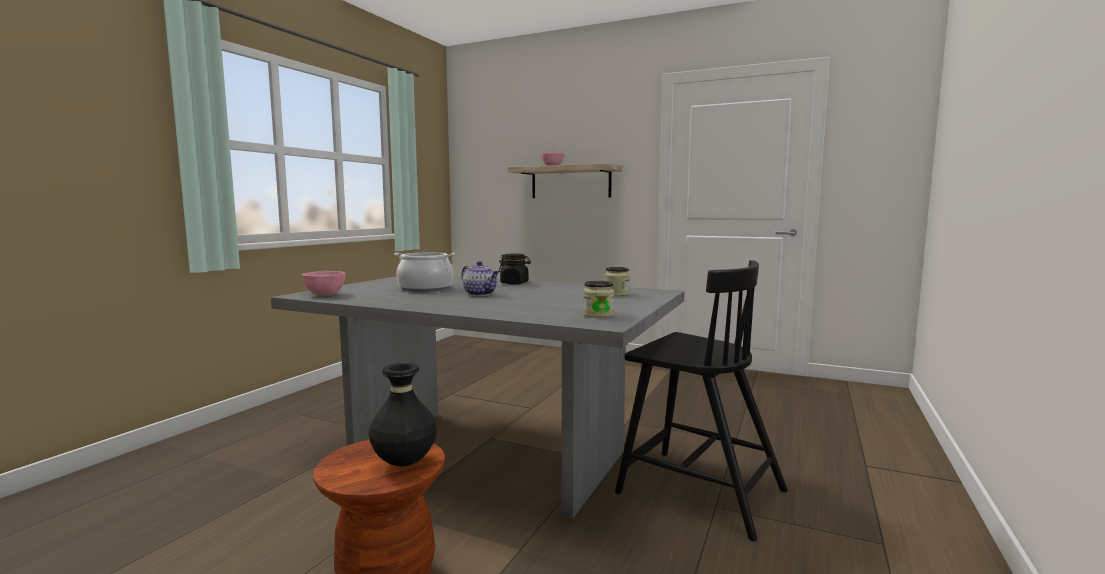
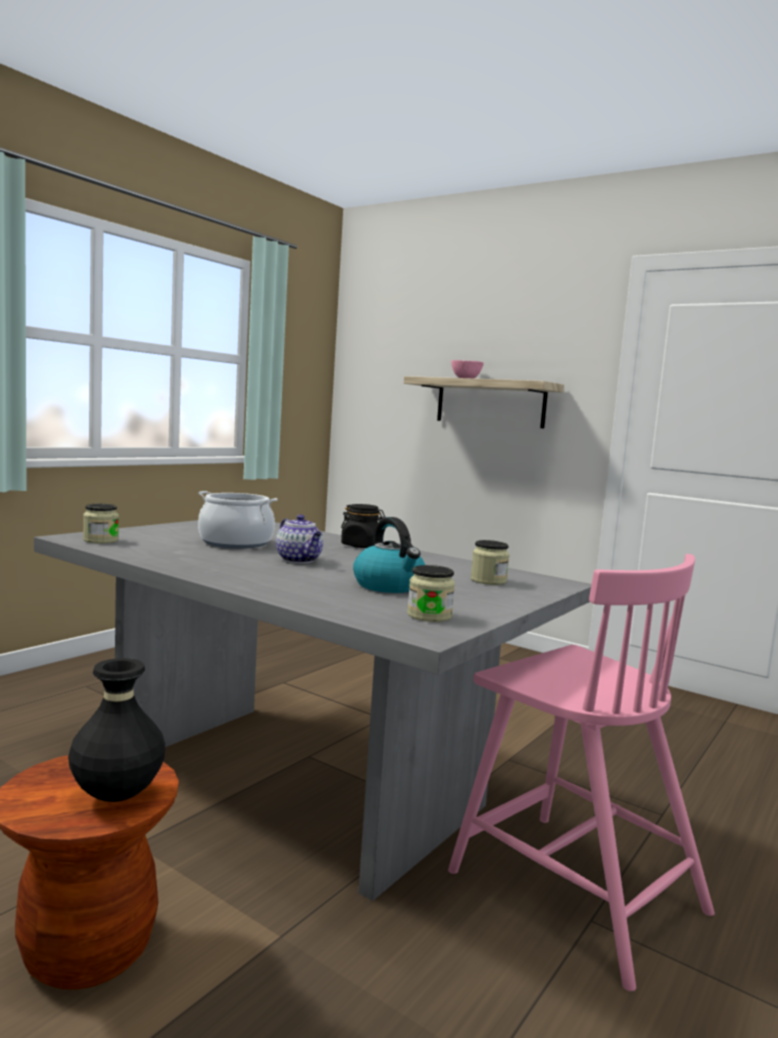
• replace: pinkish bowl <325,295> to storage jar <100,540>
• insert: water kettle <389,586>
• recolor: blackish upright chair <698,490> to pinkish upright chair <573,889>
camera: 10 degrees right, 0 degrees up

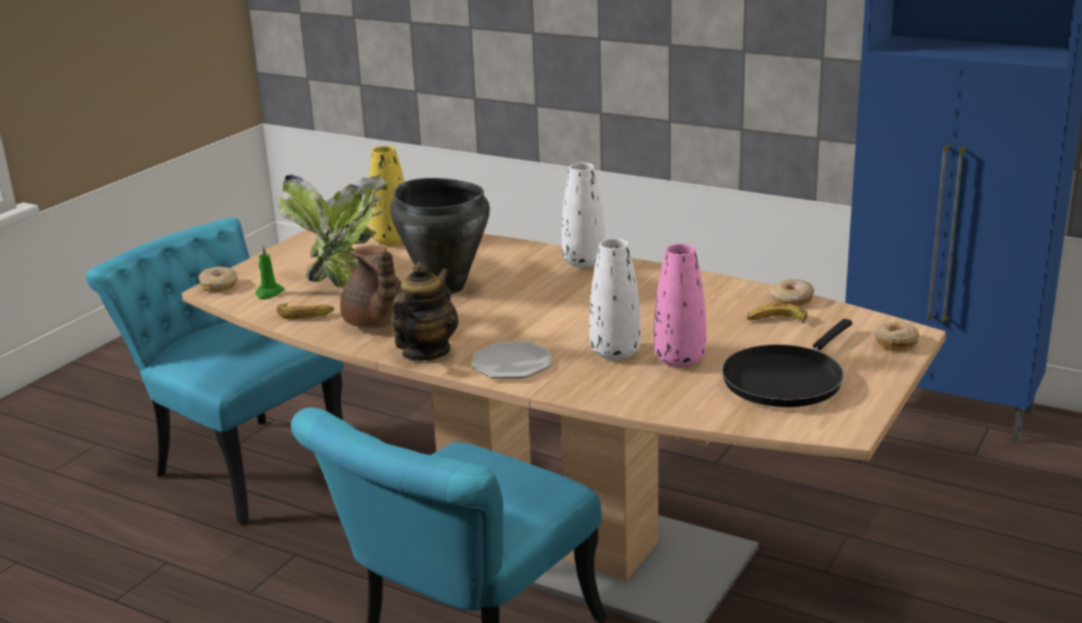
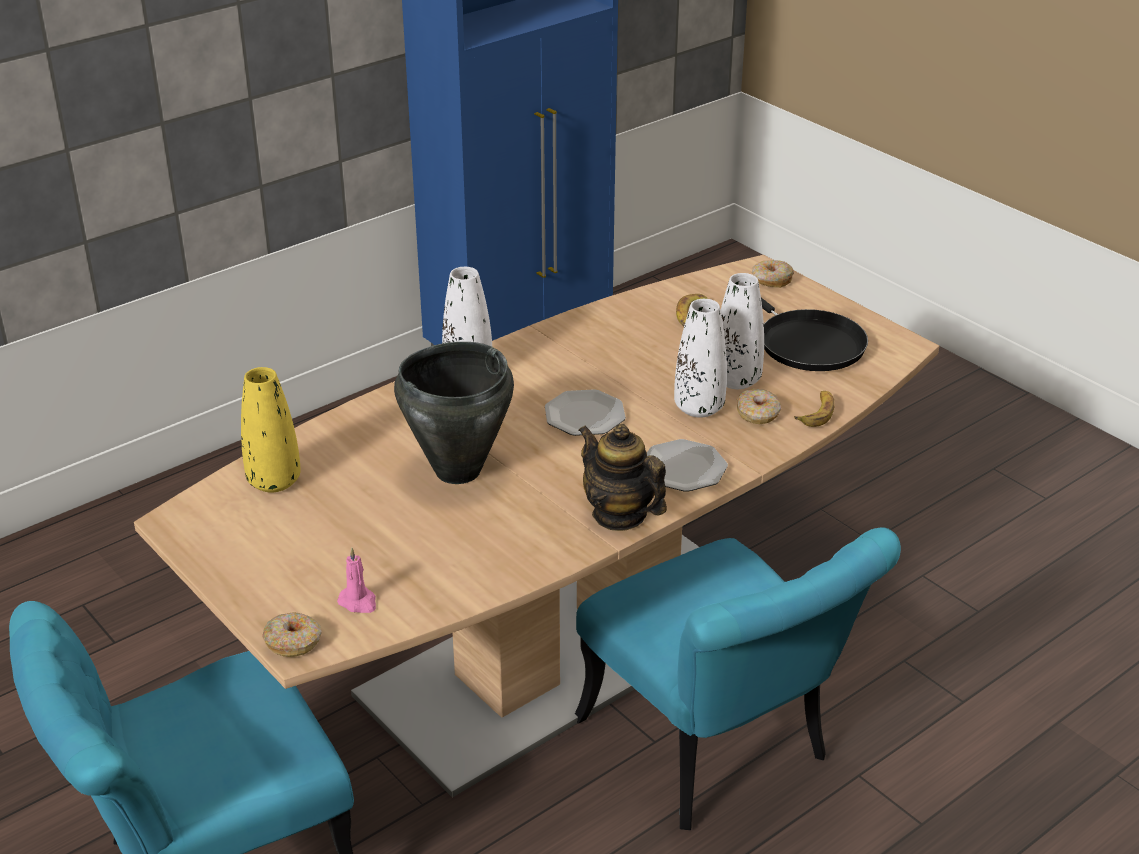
• recolor: greenish candle <268,293> to pinkish candle <358,602>
• insert: flat dish <585,415>
• recolor: pinkish vase <679,360> to white-coloured vase <736,380>
• move: donut <791,300> to <758,413>
• move: banana fruit <305,314> to <817,412>
• delete: houseplant <343,274>
• delete: brown pot for tea <376,323>
camera: 70 degrees left, 10 degrees up

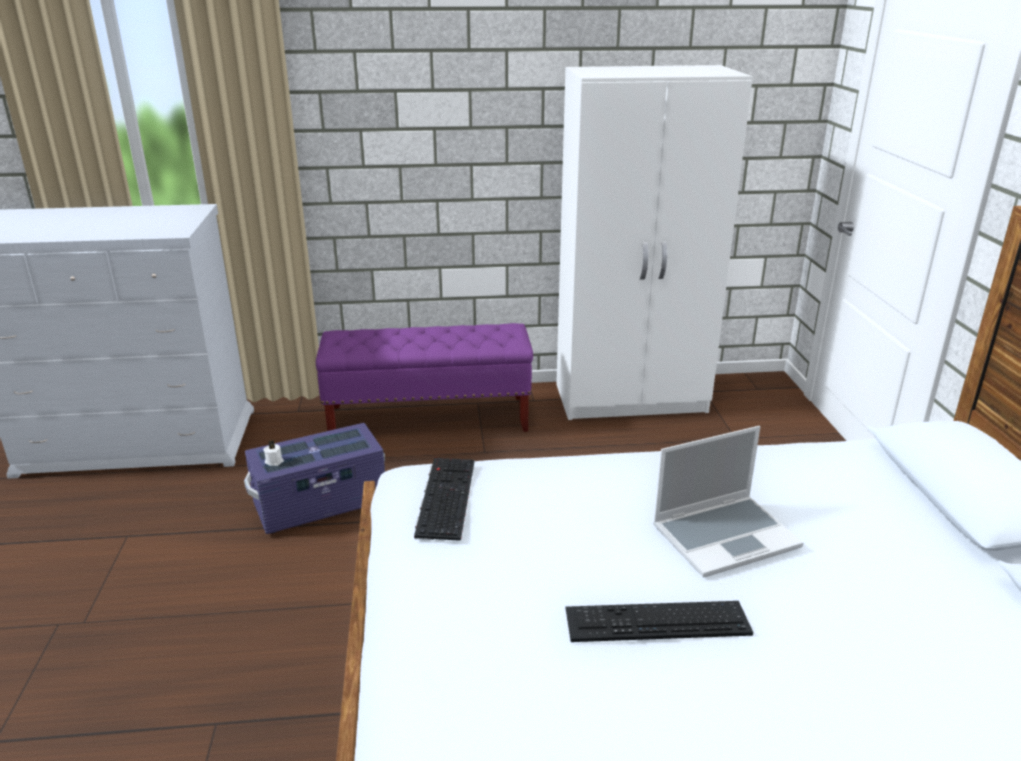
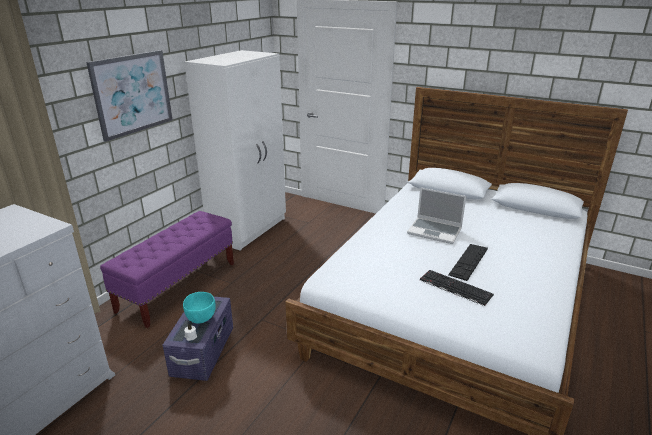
• insert: wall art <132,94>
• insert: turquoise-coloured bowl <201,318>
• rotate: laptop <725,536> = <435,231> 105 degrees clockwise
• move: computer keyboard <444,496> to <454,287>
camera: 55 degrees left, 0 degrees up

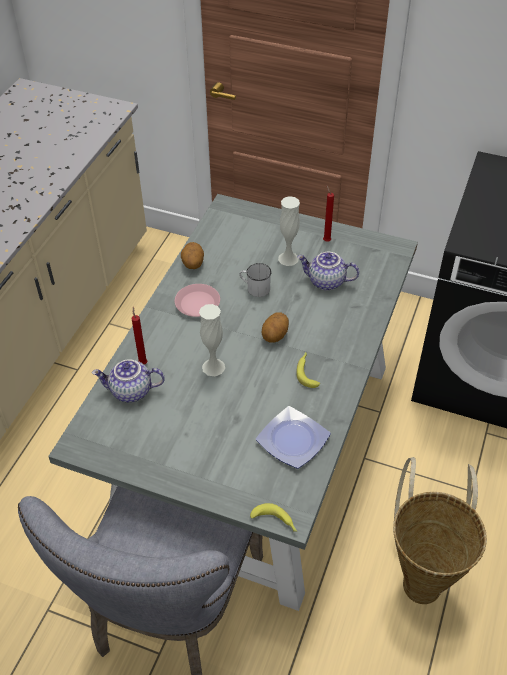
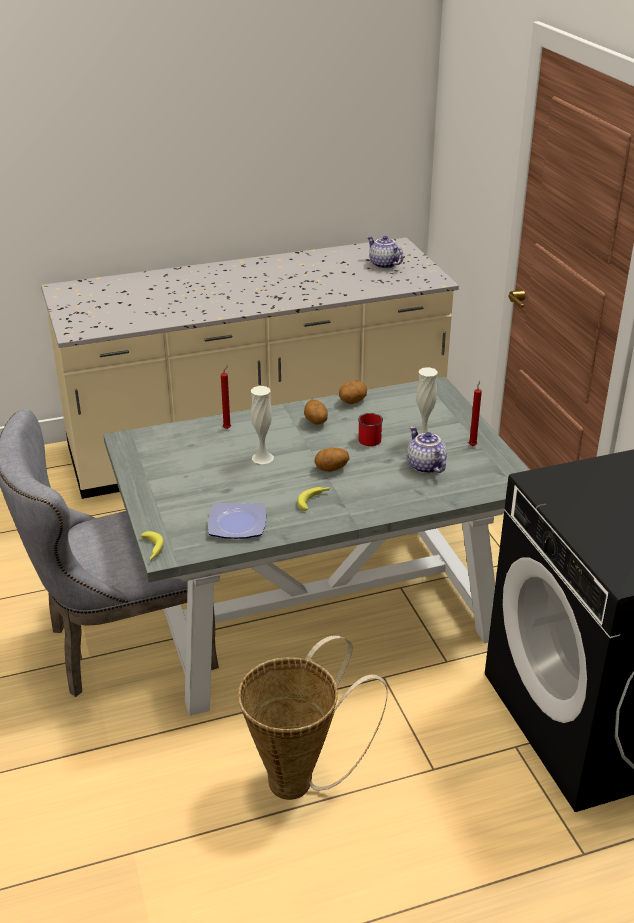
• replace: pinkish flat dish <197,303> to potato <315,422>
• recolor: white-coloured coffee mug <255,288> to red-coloured coffee mug <368,438>
• move: pot for tea <131,392> to <383,265>
camera: 50 degrees right, 15 degrees down

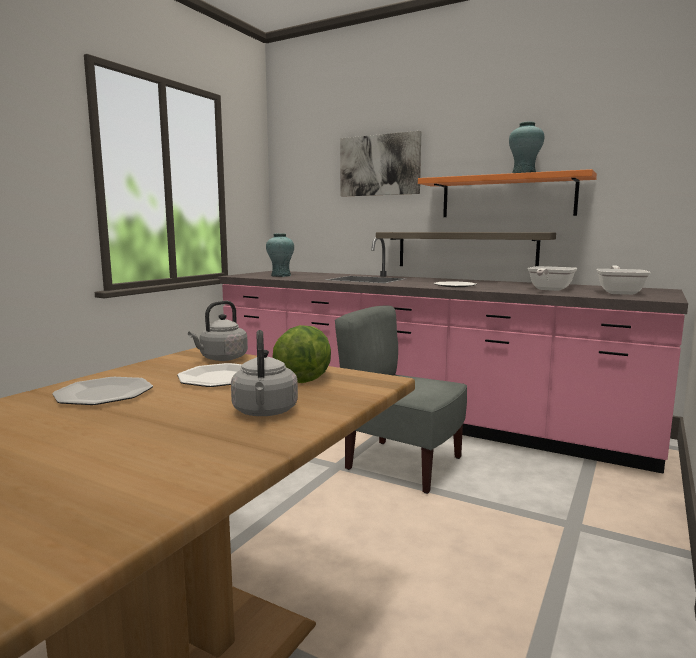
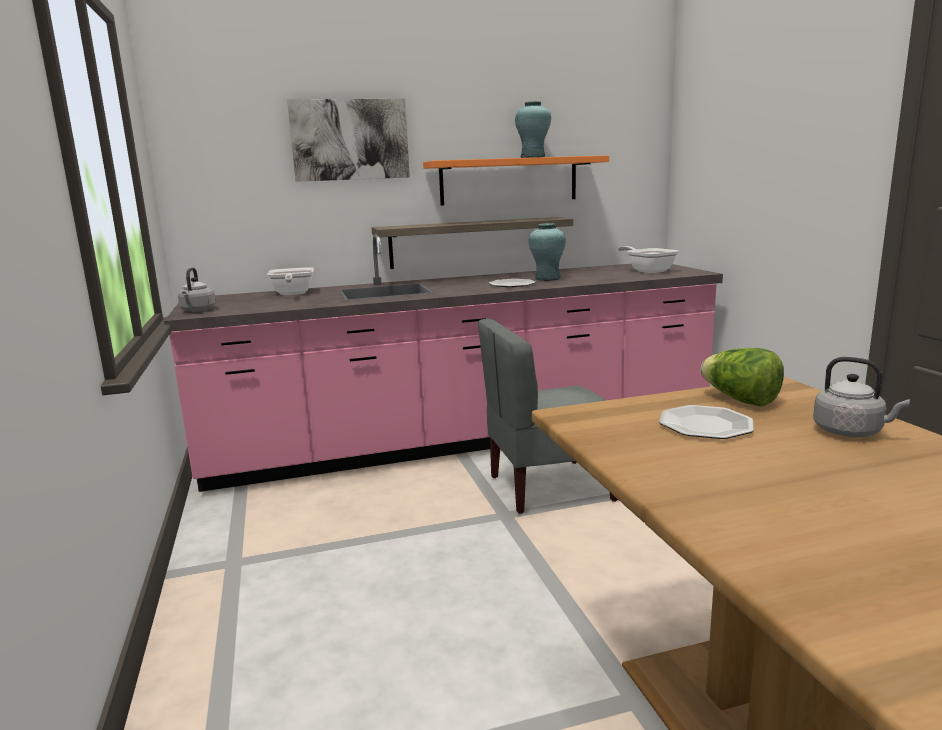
• move: greyish water kettle <221,358> to <197,310>
• move: frying pan <549,290> to <292,294>
• move: turquoise-coloured vase <281,275> to <547,278>
• delete: flat dish <104,394>
camera: 45 degrees left, 5 degrees up

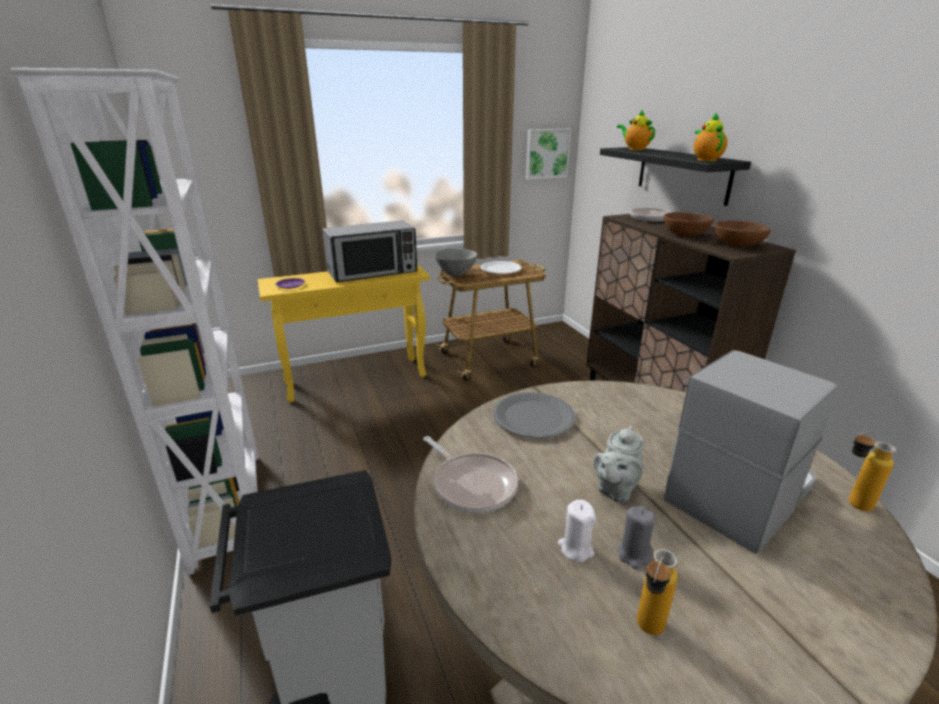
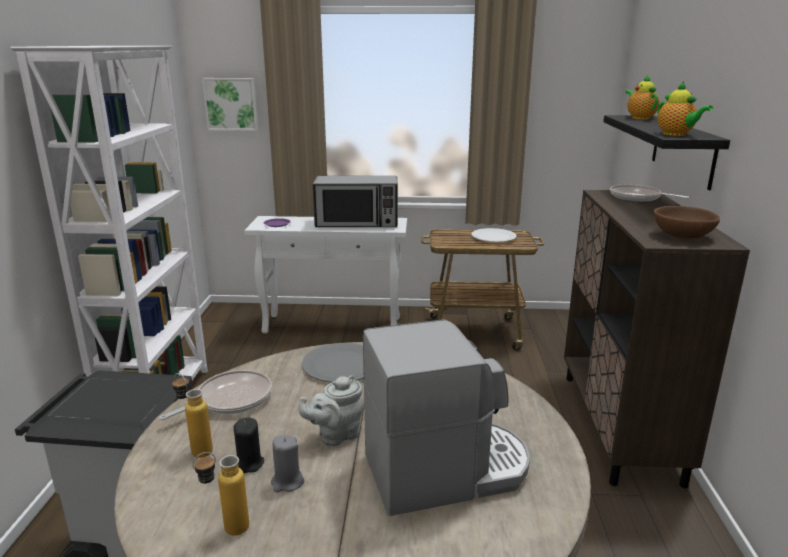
• rotate: frying pan <472,485> = <230,399> 120 degrees counterclockwise
• move: bottle <850,503> to <196,449>
• move: wall art <546,153> to <231,104>
• recolor: white-coloured candle <575,549> to blackish candle <248,464>
• recolor: yellow narrow table <357,378> to white-coloured narrow table <333,325>
• rotate: pot for tea <706,160> = <676,134> 135 degrees clockwise
• delete: greyish bowl <456,274>
• delete: brown bowl <686,235>
camera: 25 degrees right, 5 degrees down

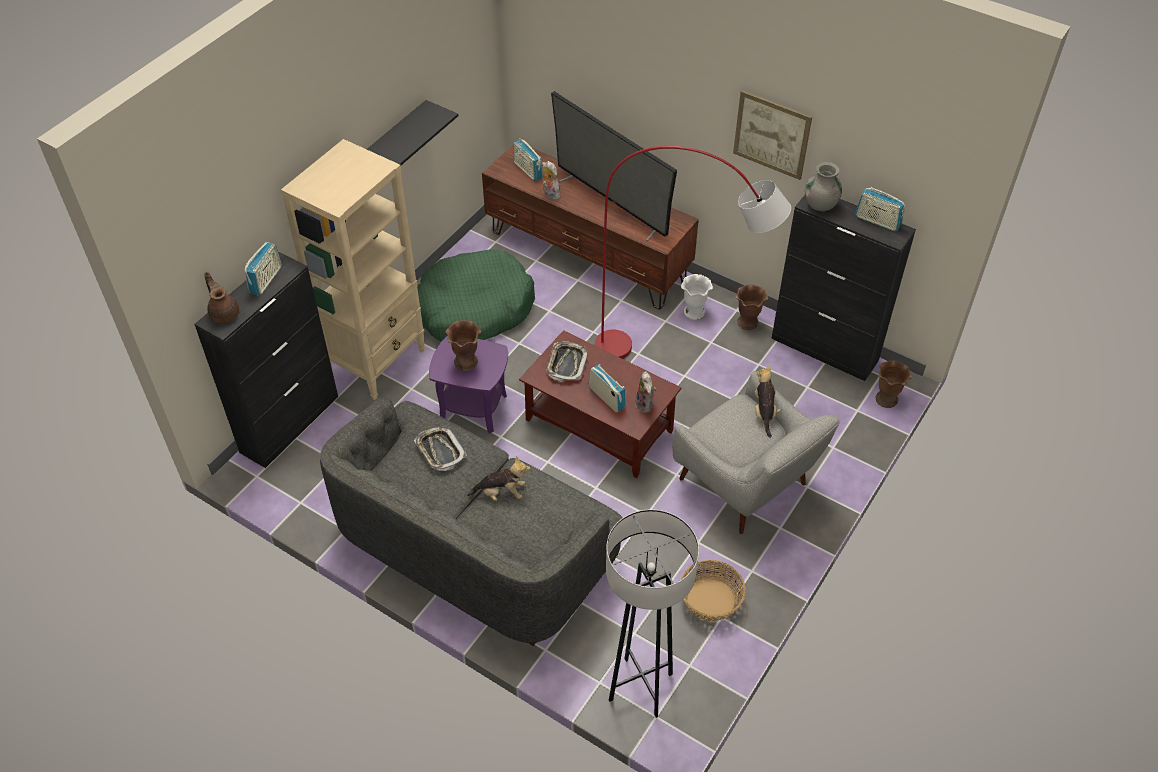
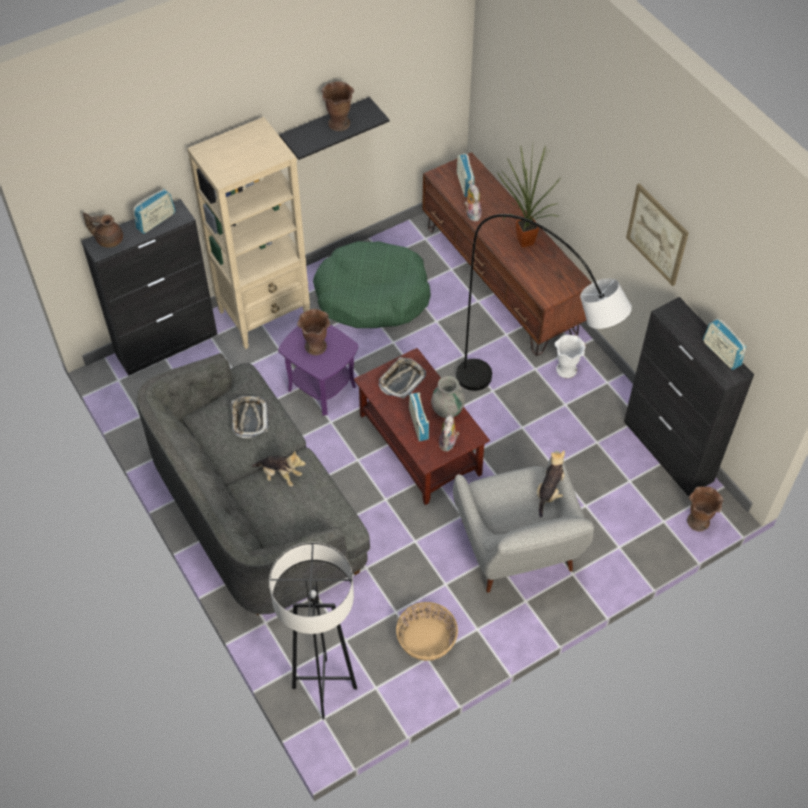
• rotate: brown pot for tea <224,313> = <108,239> 75 degrees counterclockwise
• move: brown vase <747,322> to <339,123>
• move: greyish vase <820,204> to <447,409>
• recolor: red-coloured floor lamp <683,357> to greyish floor lamp <531,409>
• replace: television <611,203> to houseplant <522,242>
camera: 25 degrees right, 5 degrees up

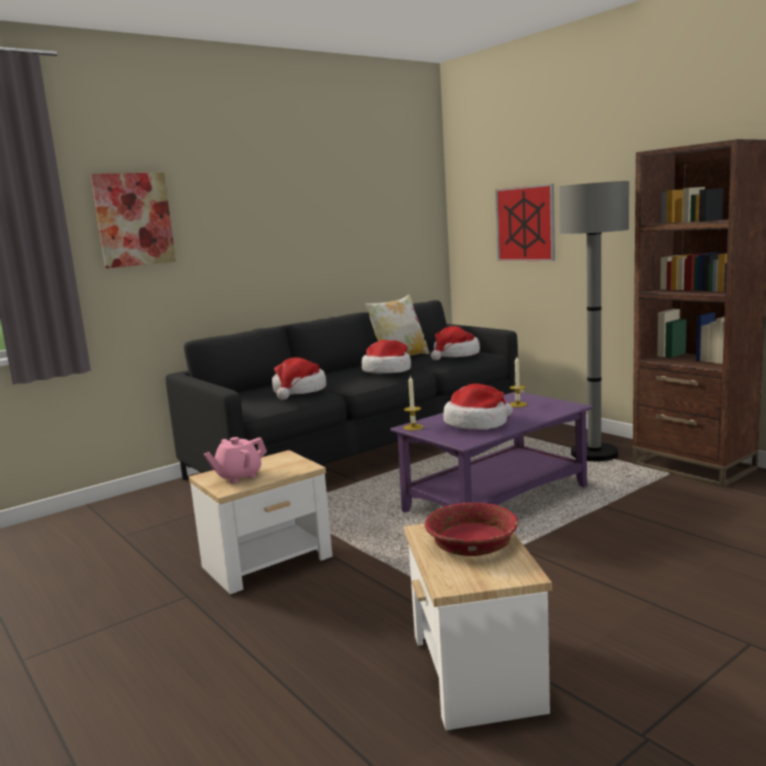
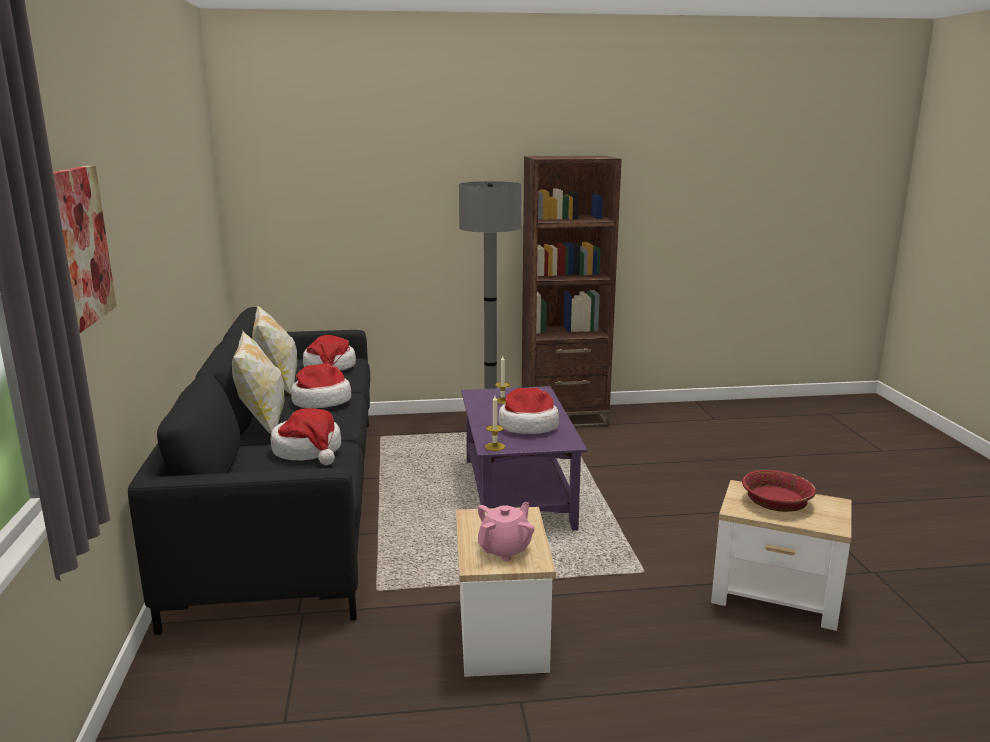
• insert: throw pillow <262,422>
• rotate: pinkish pot for tea <238,476> = <505,549> 135 degrees counterclockwise
• delete: wall art <525,224>
camera: 60 degrees left, 5 degrees up

